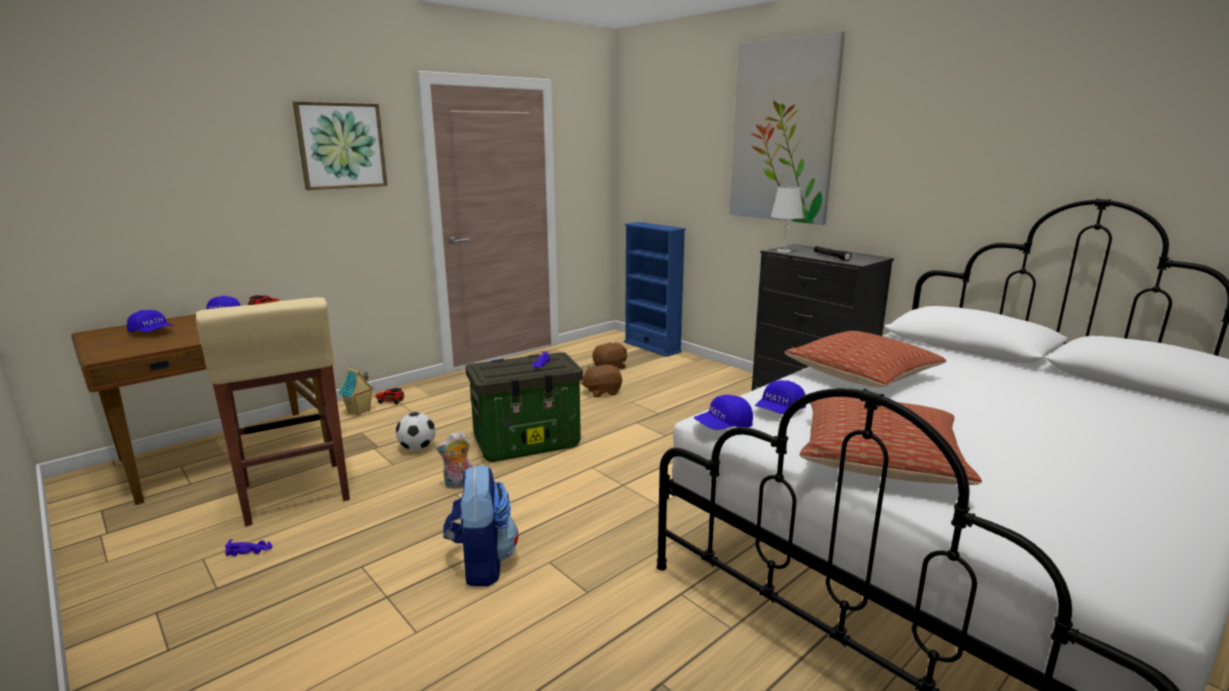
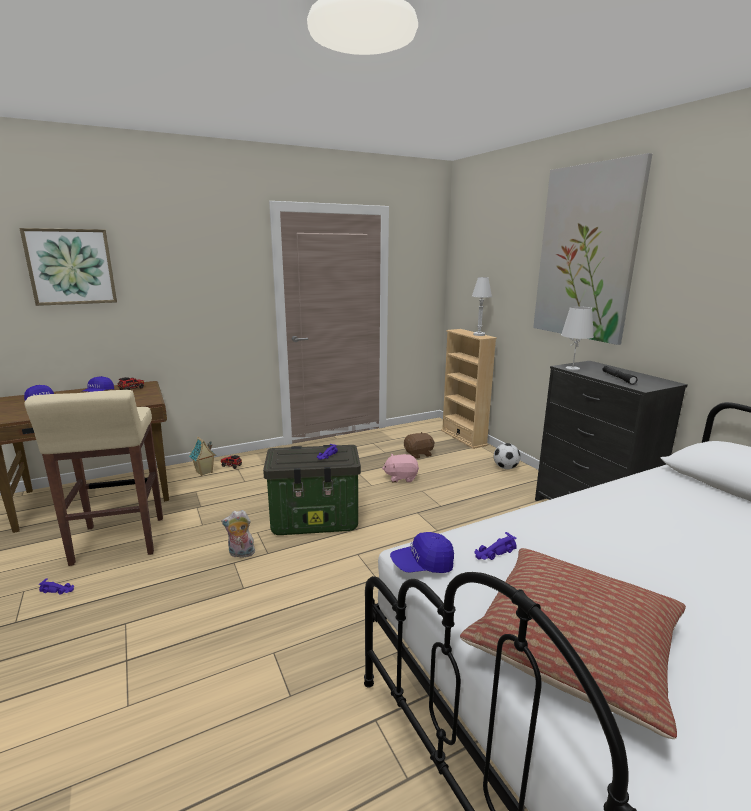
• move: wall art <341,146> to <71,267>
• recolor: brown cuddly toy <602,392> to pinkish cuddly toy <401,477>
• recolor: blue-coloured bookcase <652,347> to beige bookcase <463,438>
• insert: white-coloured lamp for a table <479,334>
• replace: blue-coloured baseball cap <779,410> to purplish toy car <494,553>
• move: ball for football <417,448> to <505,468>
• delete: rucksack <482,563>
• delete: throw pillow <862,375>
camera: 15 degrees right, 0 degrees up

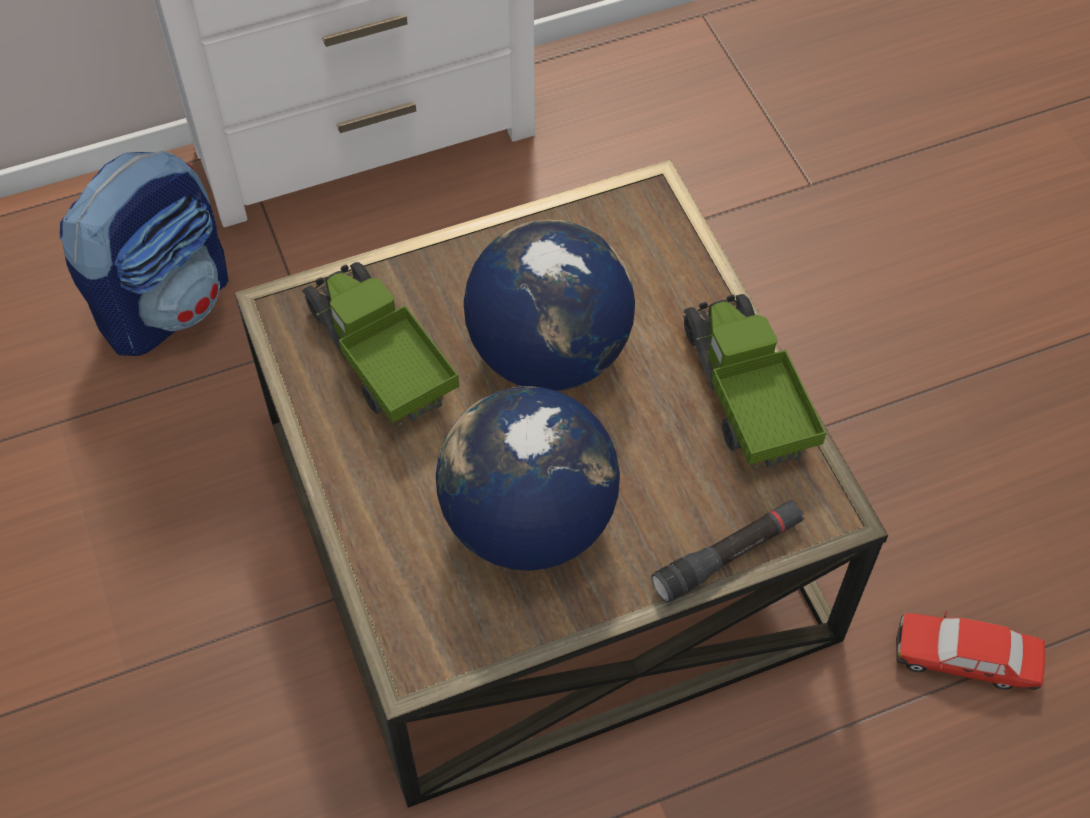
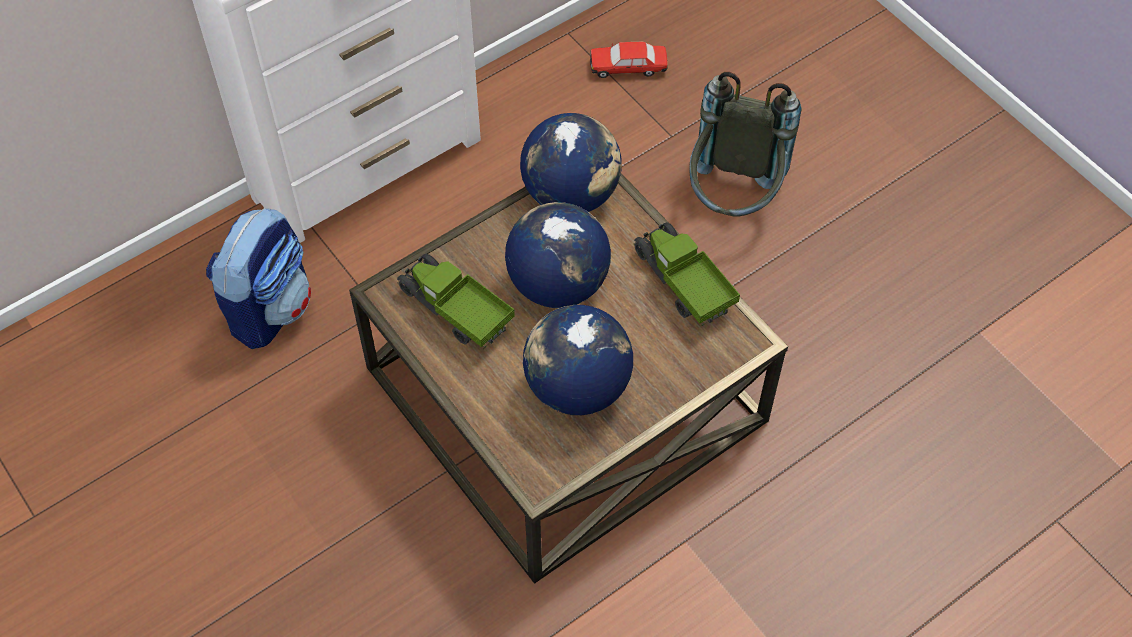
• insert: world globe <571,194>
• move: toy car <965,659> to <628,67>
• insert: greyish rucksack <732,201>
• delete: blackish flashlight <728,556>
camera: 15 degrees left, 0 degrees up

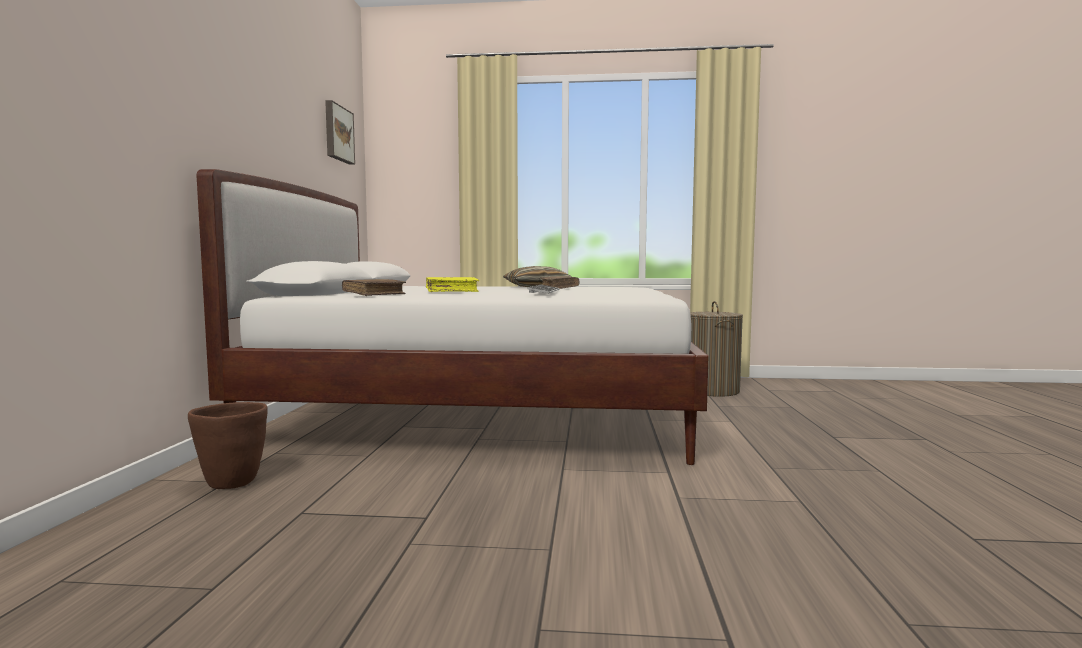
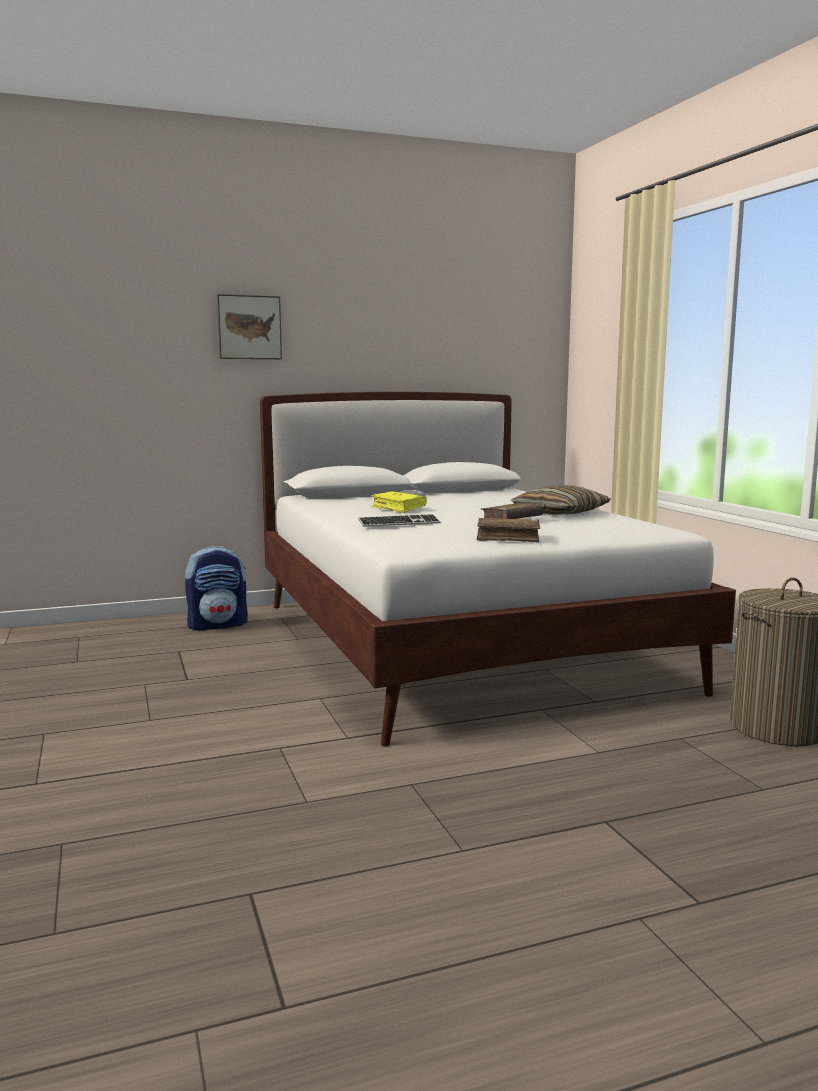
• replace: brown plant pot <232,482> to rucksack <218,625>
• move: wall art <337,133> to <249,327>
• move: brown book <374,294> to <508,538>
camera: 65 degrees right, 5 degrees up

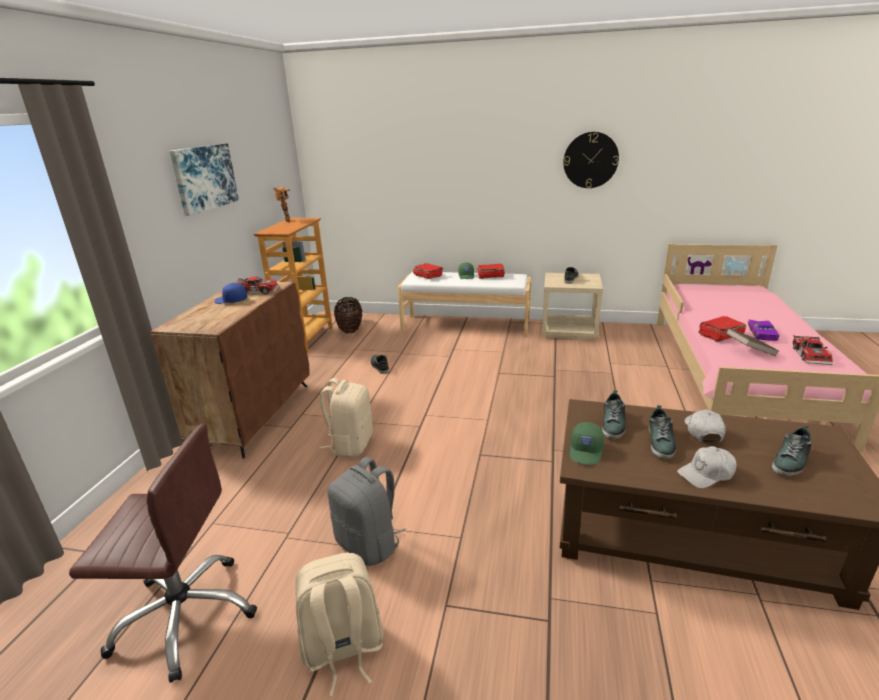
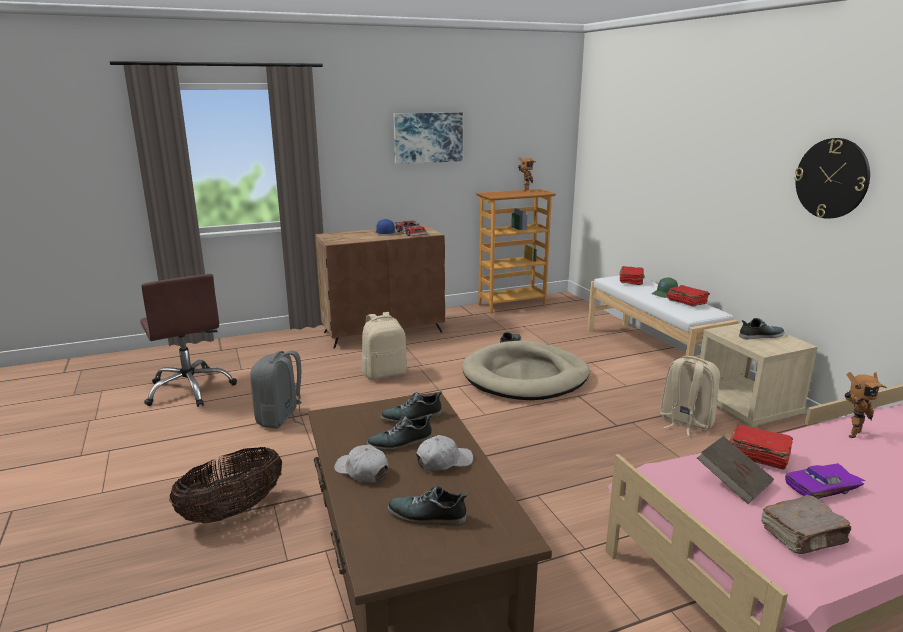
• move: household basket <350,329> to <232,511>
• insert: beige dog cushion <525,376>
• move: beige rucksack <343,650> to <685,422>
• replace: toy car <812,355> to brown book <803,536>
• insert: toy robot <851,433>
• delete: greenish baseball cap <586,451>
camera: 55 degrees right, 5 degrees down

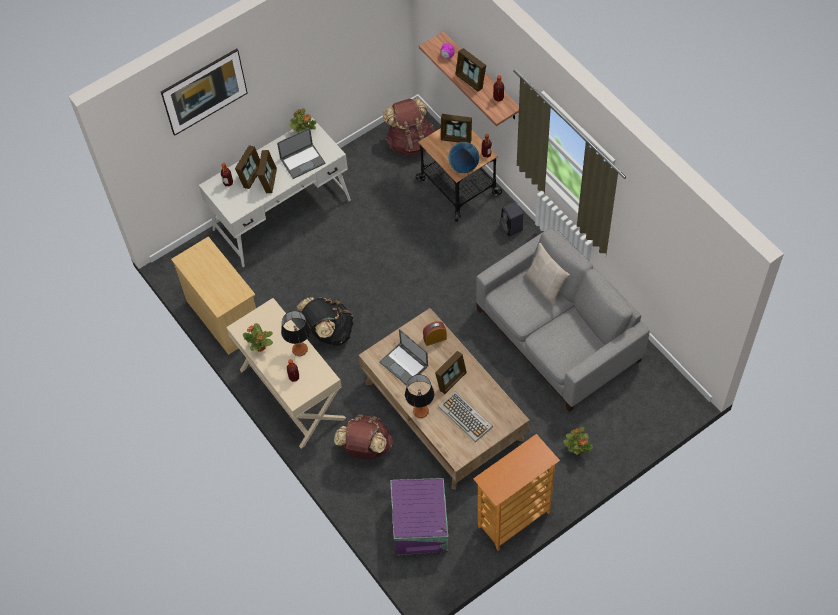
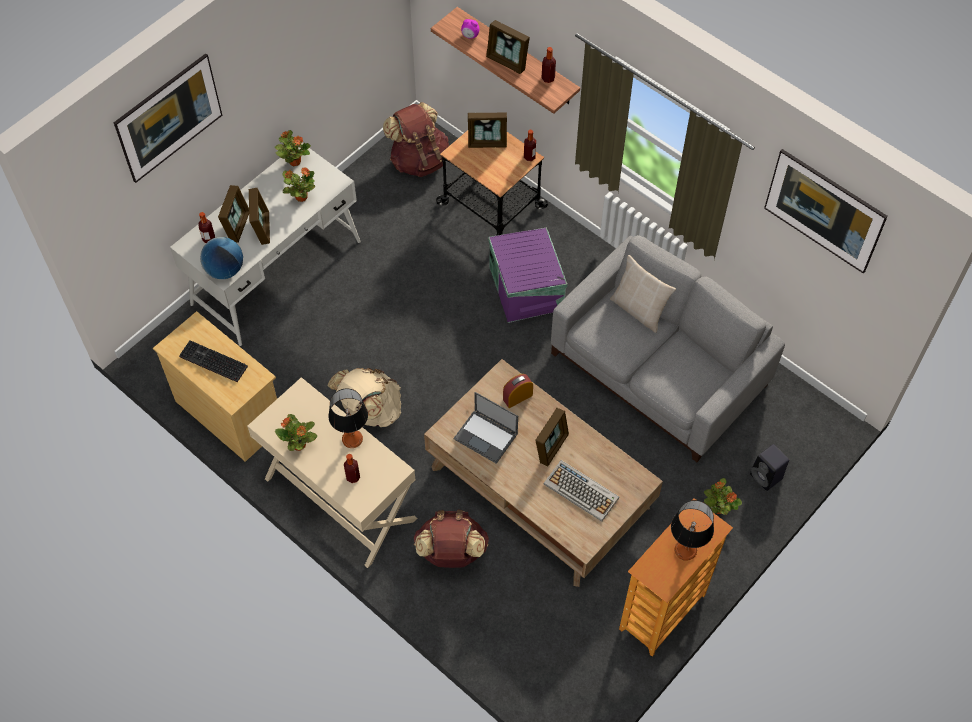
• insert: computer keyboard <211,362>
• move: world globe <463,166> to <225,270>
• replace: laptop <303,161> to houseplant <301,197>
• recolor: blackish rucksack <328,331> to beige rucksack <369,411>
• move: purplish storage container <421,524> to <527,287>
• move: lamp for a table <421,411> to <686,550>
• move: blackish loudspeaker <512,227> to <767,477>
• insert: wall art <819,225>
camera: 15 degrees left, 0 degrees up

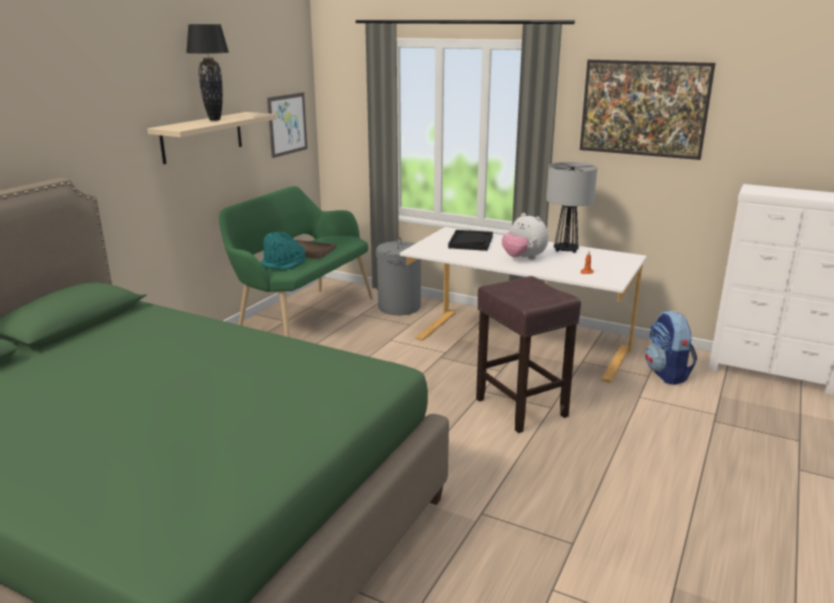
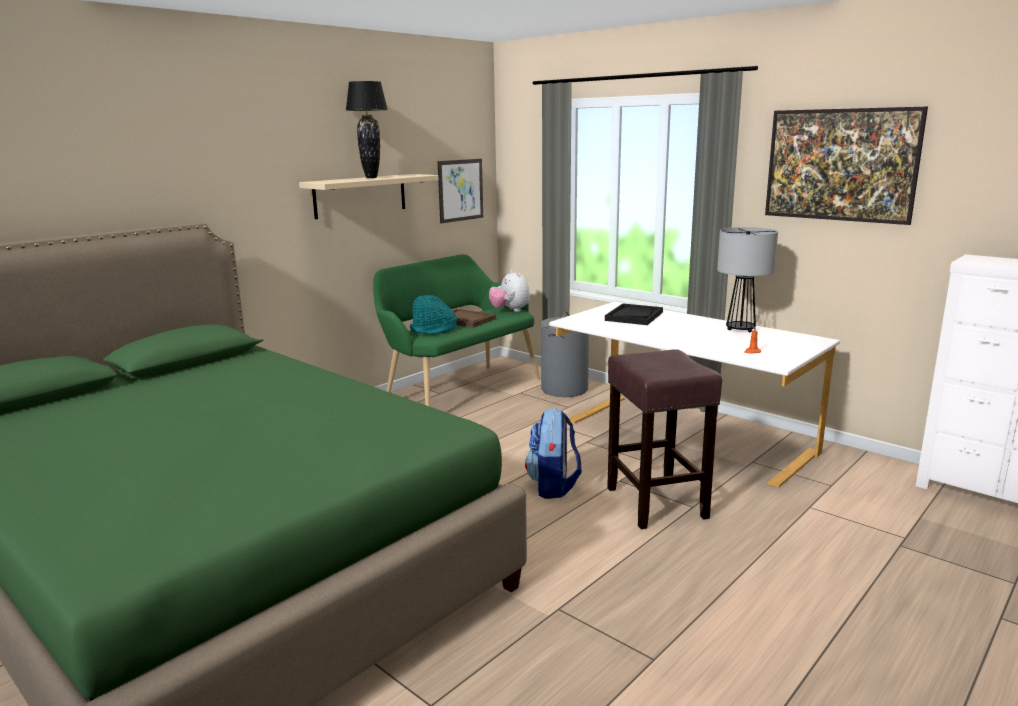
• move: cuddly toy <523,258> to <510,310>
• move: rucksack <667,374> to <553,486>
camera: 15 degrees right, 5 degrees down

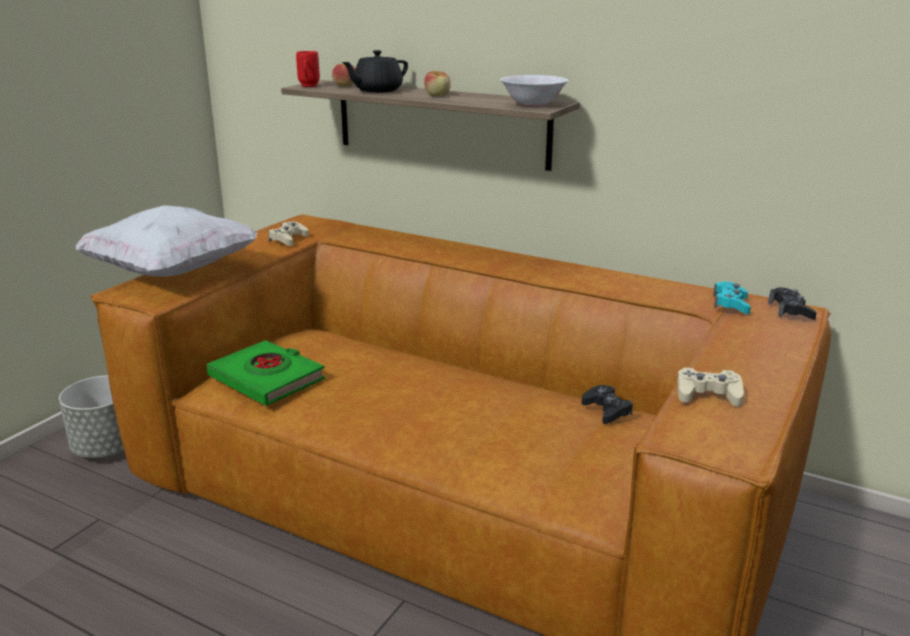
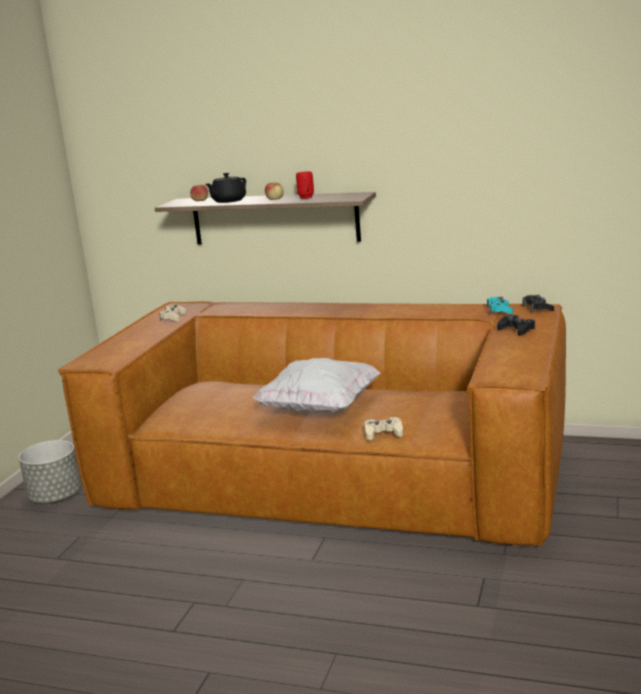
• move: white-coloured throw pillow <172,272> to <319,409>
• move: red-coloured coffee mug <308,86> to <306,198>
• move: beige gamepad <707,394> to <383,433>
• move: blackish gamepad <606,410> to <516,330>
• delete: greenish book <267,379>
• delete: white-coloured bowl <533,105>
camera: 10 degrees left, 5 degrees down

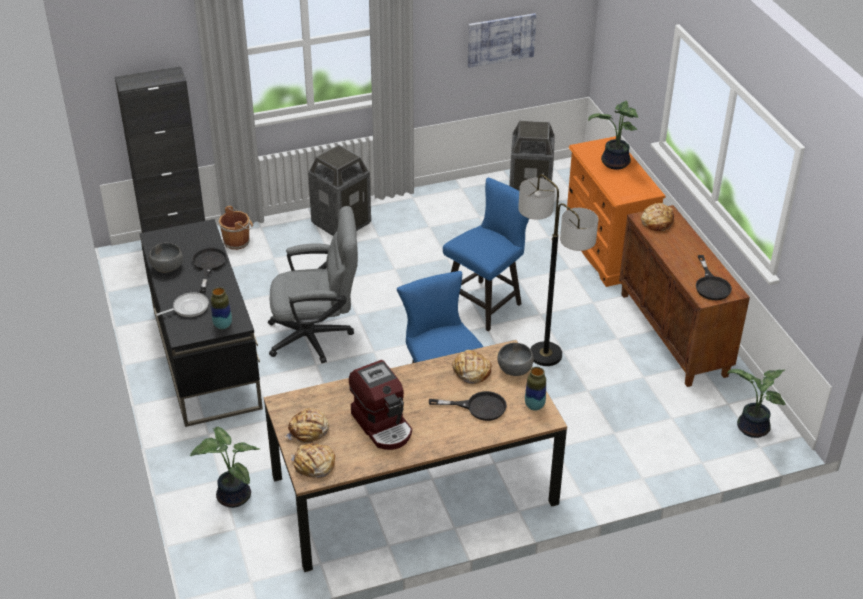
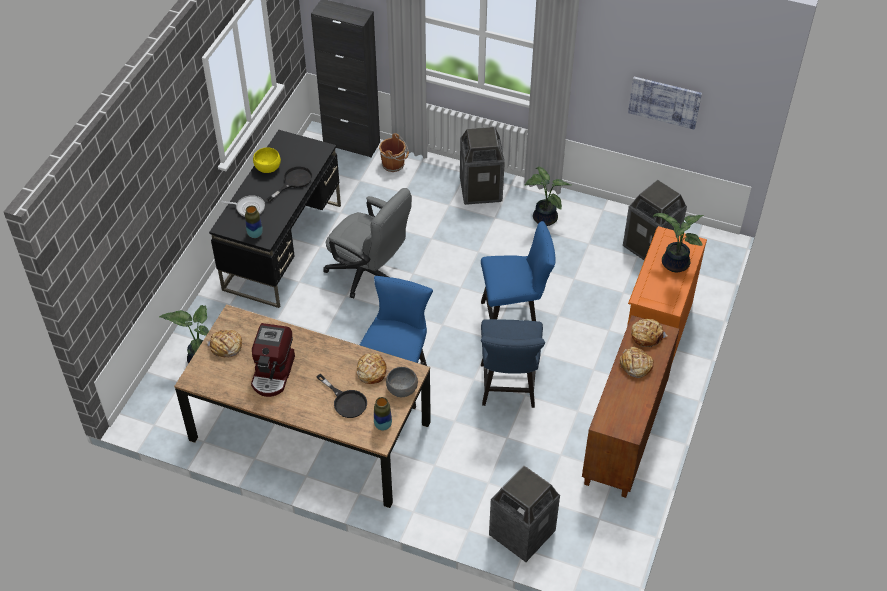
• recolor: greyish bowl <167,267> to yellow bowl <268,167>
• replace: floor lamp <545,355> to blue-coloured upright chair <508,390>
• insert: waste bin <521,533>
• move: houseplant <751,429> to <543,218>
• move: bakery bread <314,465> to <635,366>
• delete: blackish frying pan <711,285>
camera: 40 degrees right, 10 degrees up

